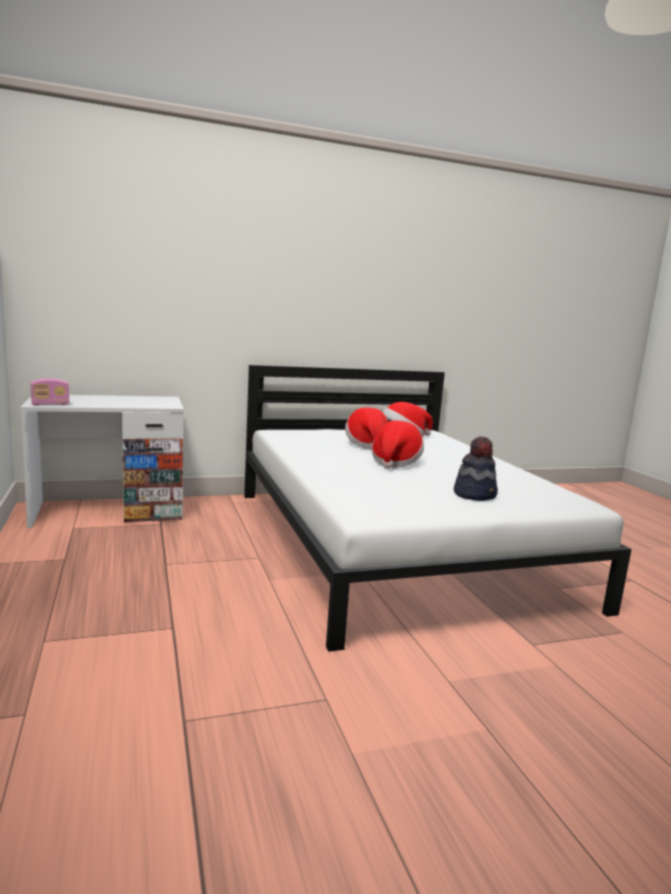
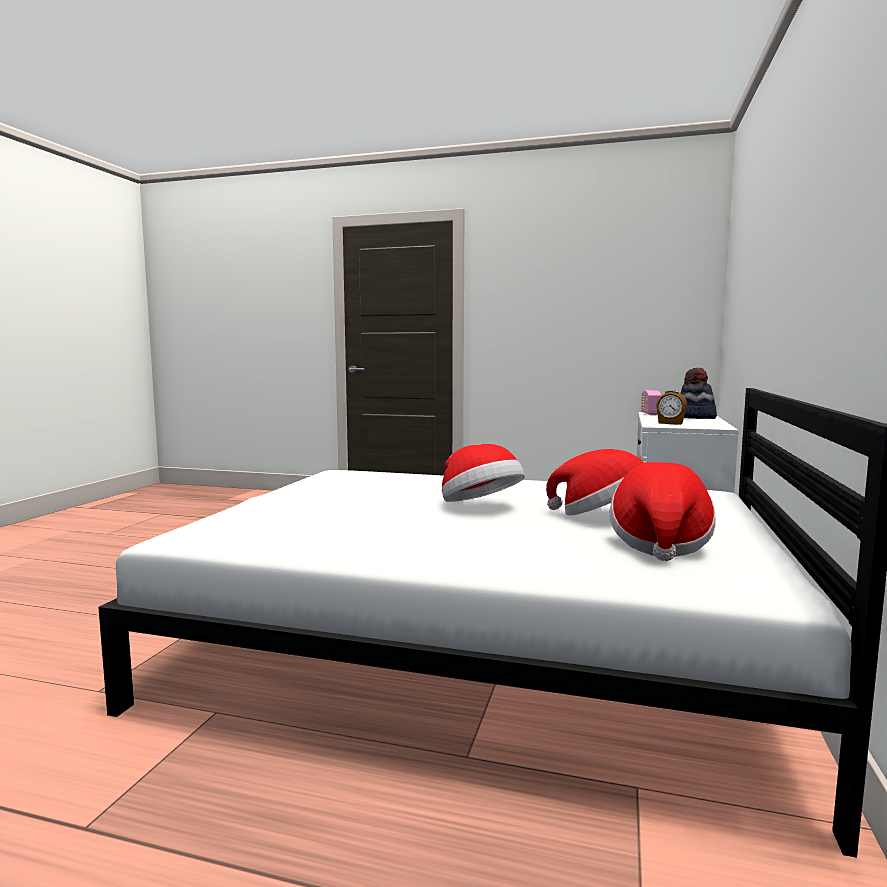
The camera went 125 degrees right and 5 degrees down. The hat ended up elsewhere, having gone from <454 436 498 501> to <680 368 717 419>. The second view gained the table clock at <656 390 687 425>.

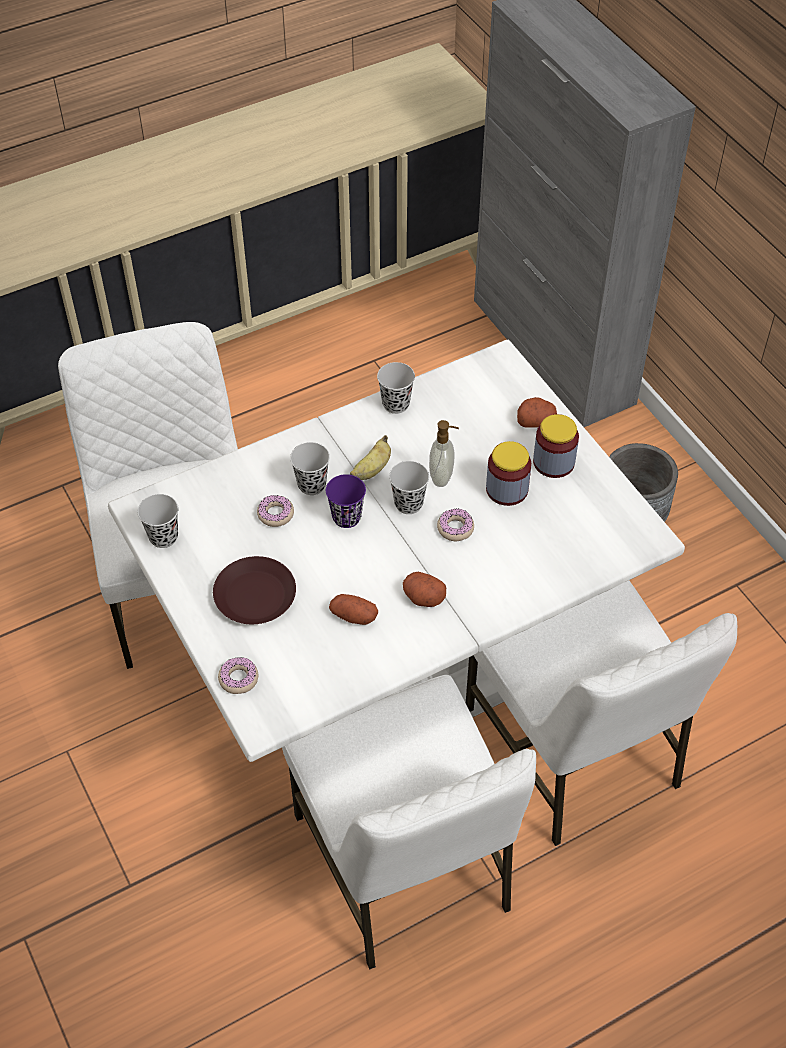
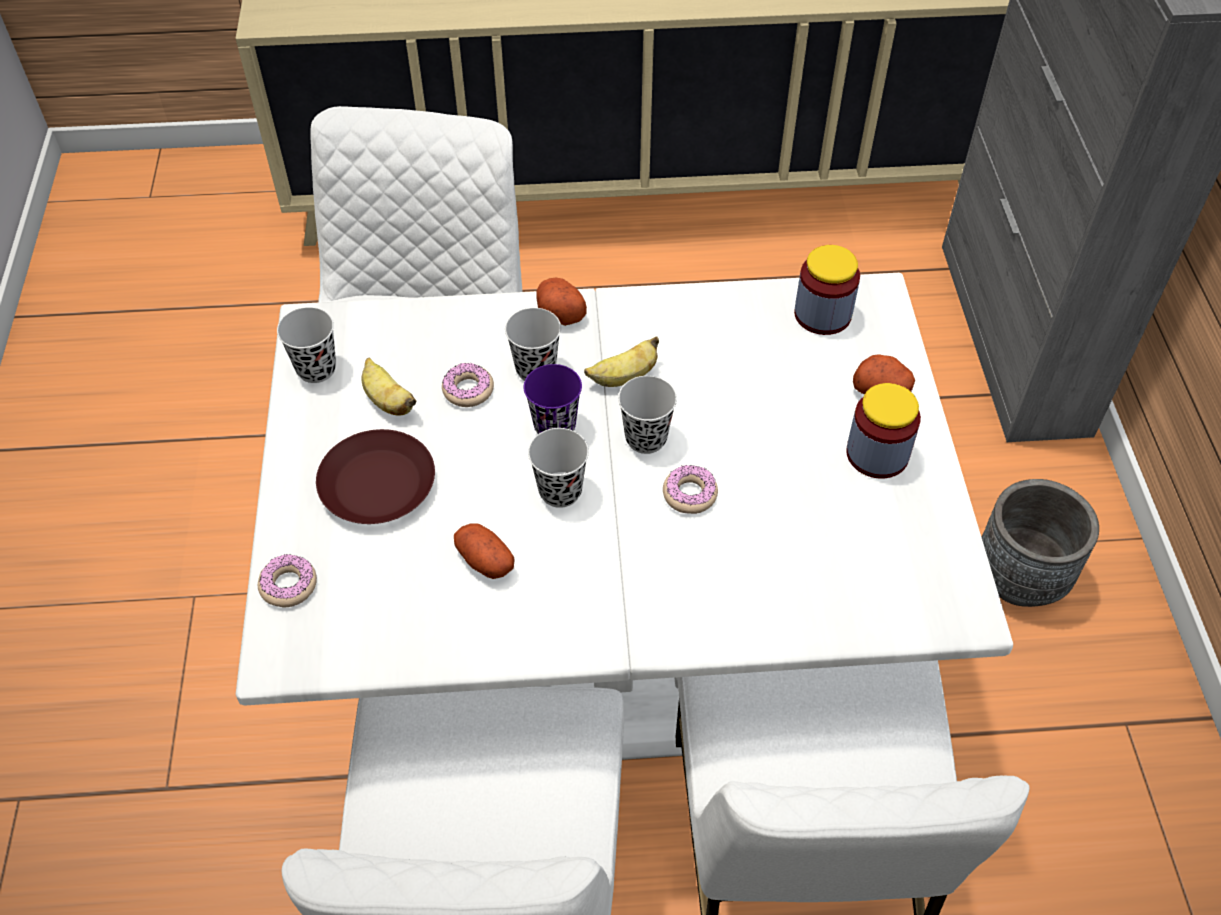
The camera went 25 degrees right and 0 degrees up. The blackish small cup ended up elsewhere, having gone from <377 362 415 414> to <528 428 589 508>. The whole potato ended up elsewhere, having gone from <403 572 446 607> to <537 278 587 326>. The second view lost the liquid soap bottle at <429 420 459 487>. The storage jar ended up elsewhere, having gone from <486 441 531 506> to <794 245 860 335>. The second view gained the whole banana at <361 358 416 416>.

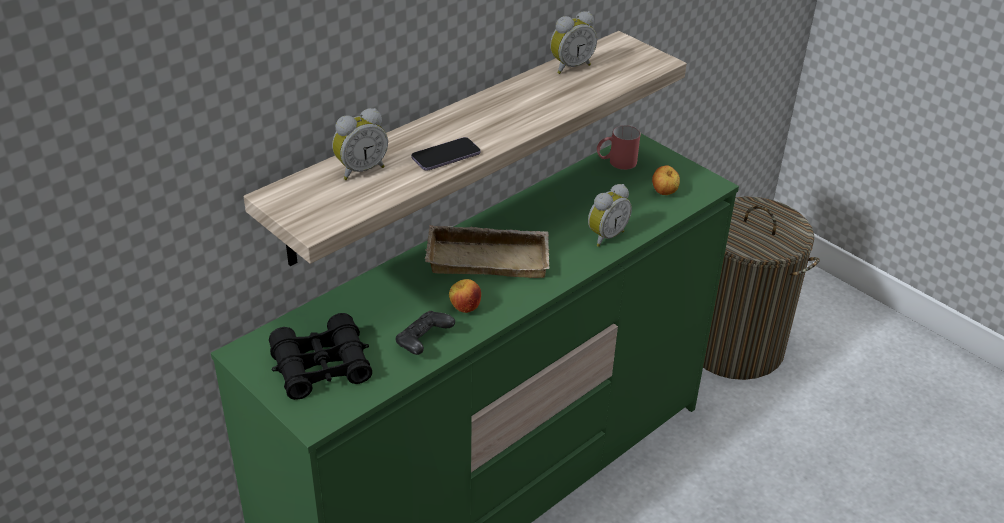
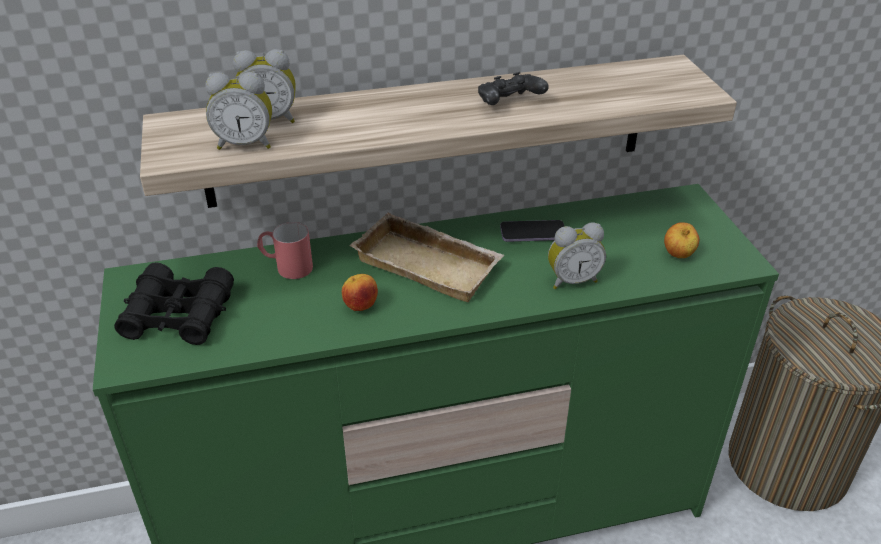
The camera went 30 degrees right and 0 degrees up. The blackish game controller ended up elsewhere, having gone from <395 311 455 355> to <478 72 549 105>. The handset ended up elsewhere, having gone from <411 137 481 171> to <500 220 565 242>. The table clock ended up elsewhere, having gone from <550 11 597 74> to <206 72 272 150>. The red tea mug ended up elsewhere, having gone from <597 125 641 170> to <257 222 313 279>.

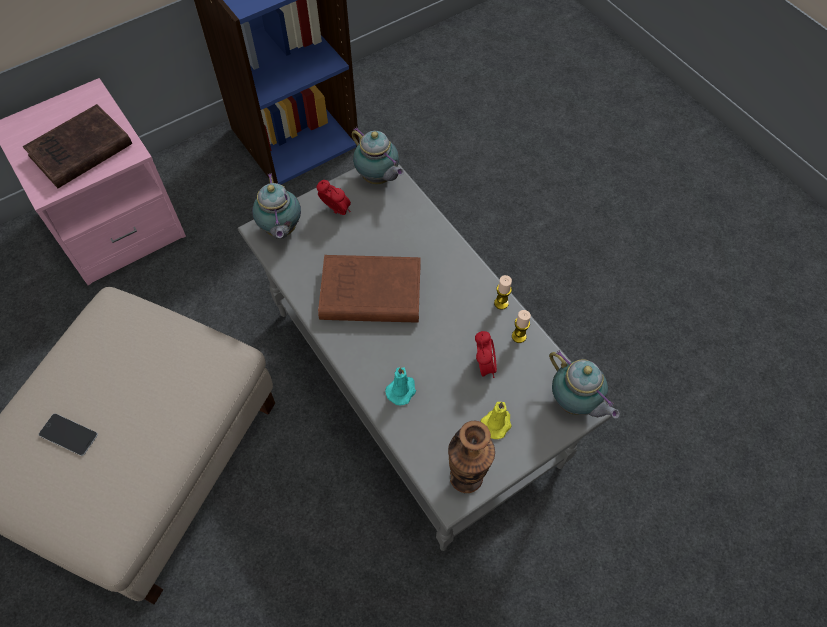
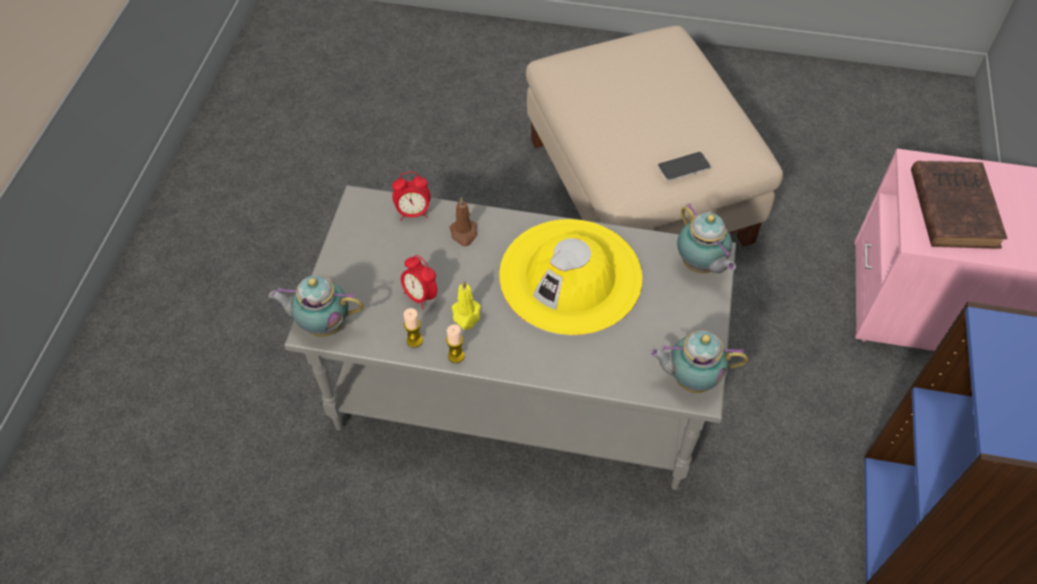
The camera went 135 degrees right and 5 degrees down. The handset ended up elsewhere, having gone from <39 414 98 456> to <658 152 711 181>. The teapot at <252 173 301 239> ended up facing another way, 150 degrees counterclockwise from before. The table clock ended up elsewhere, having gone from <317 180 351 215> to <392 172 431 221>. Where the brown-coloured volume stood at <318 255 421 323>, the yellow-coloured hat came to stand at <499 219 643 336>. What was the blue-green wax candle at <385 367 416 405> turned into the brown-coloured wax candle at <449 197 477 247>. The second view lost the decorative vase at <448 421 495 493>. The yellow-coloured wax candle ended up elsewhere, having gone from <480 402 512 439> to <452 280 481 330>.

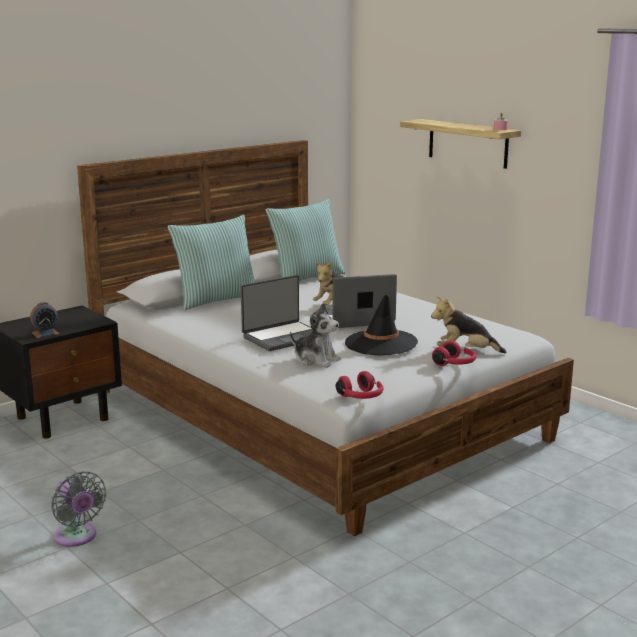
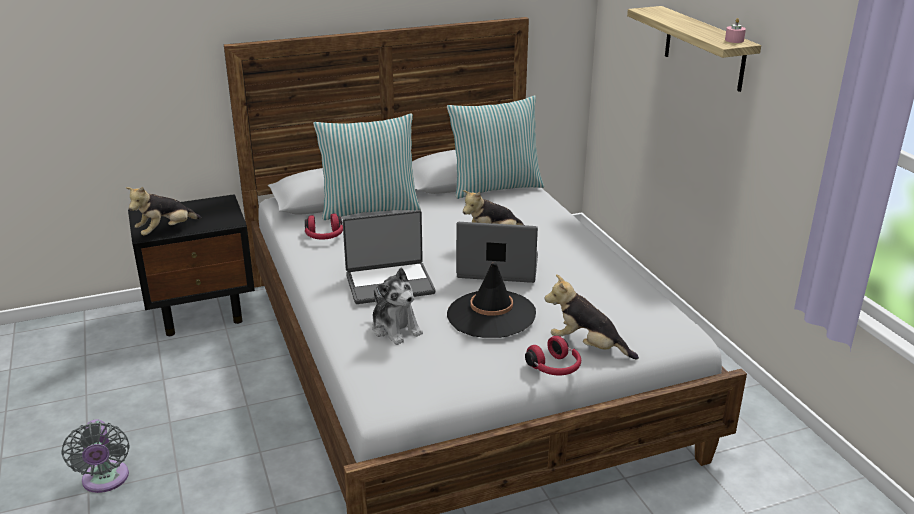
The camera went 20 degrees right and 10 degrees up. Where the table clock stood at <30 302 59 338>, the plush toy came to stand at <125 187 201 236>. The red headphones ended up elsewhere, having gone from <336 371 383 399> to <305 213 343 240>.

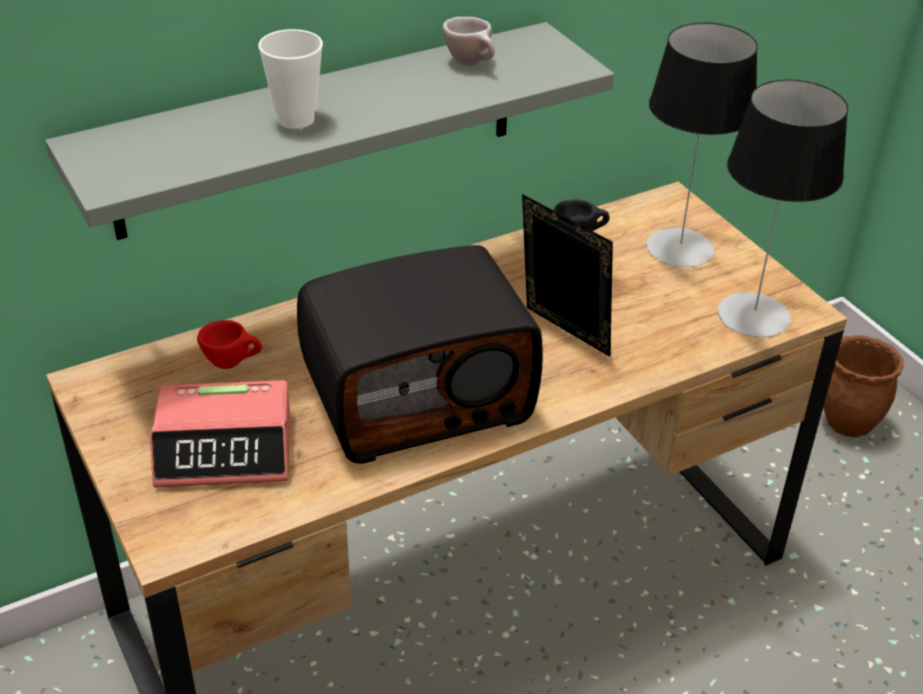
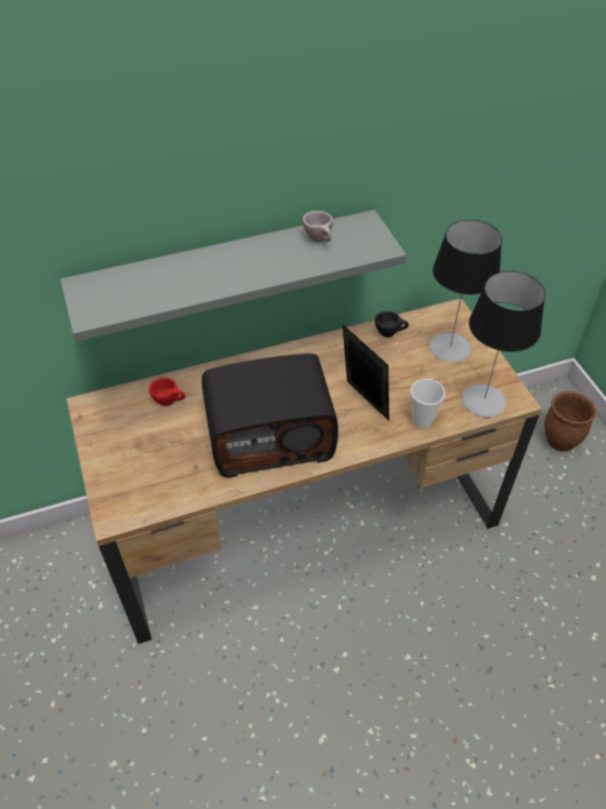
The camera went 10 degrees right and 10 degrees up. The second view lost the table clock at <149 380 290 488>. The small cup ended up elsewhere, having gone from <258 29 323 129> to <411 379 445 428>.

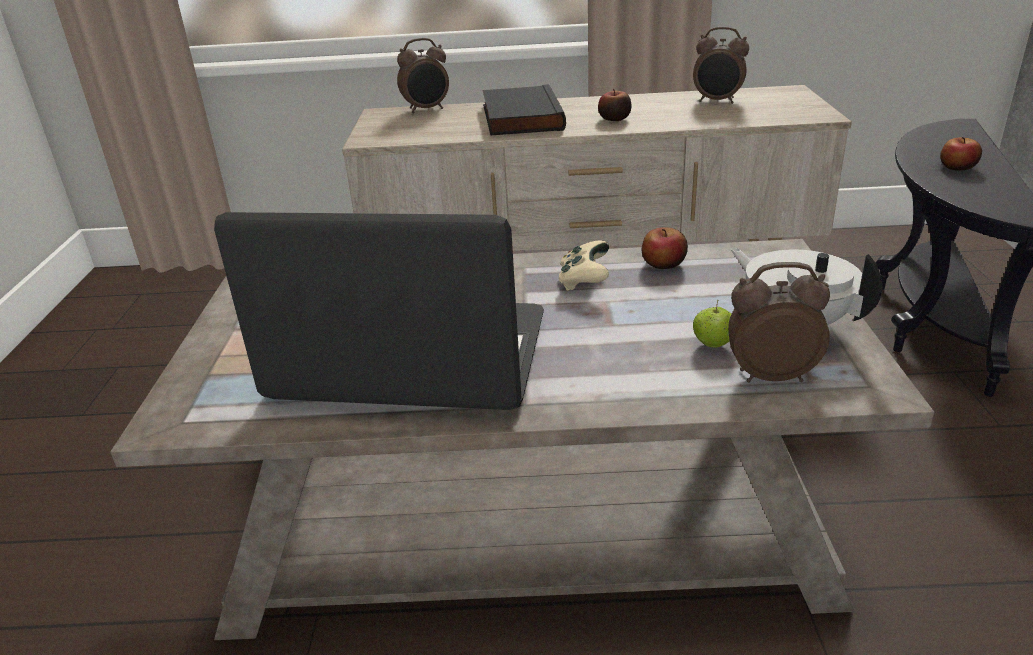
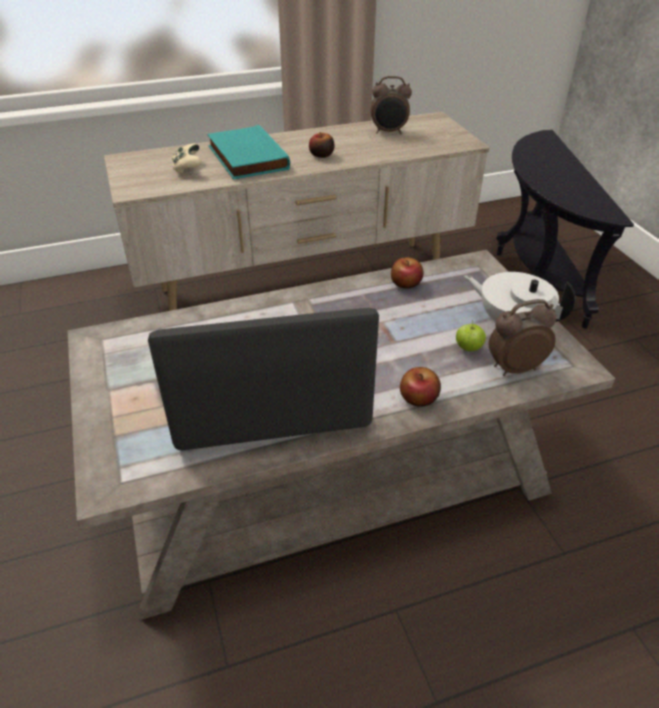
The camera went 20 degrees left and 10 degrees up. The second view lost the table clock at <397 38 449 113>. What was the blackish volume at <483 84 566 136> turned into the blue-green volume at <207 125 290 180>. The sand-coloured game controller ended up elsewhere, having gone from <559 240 609 291> to <172 143 202 174>. The apple ended up elsewhere, having gone from <940 137 982 170> to <400 367 441 407>.

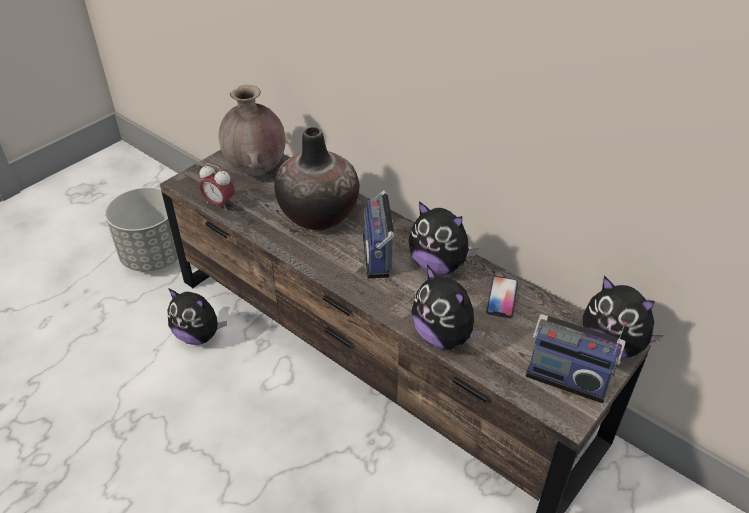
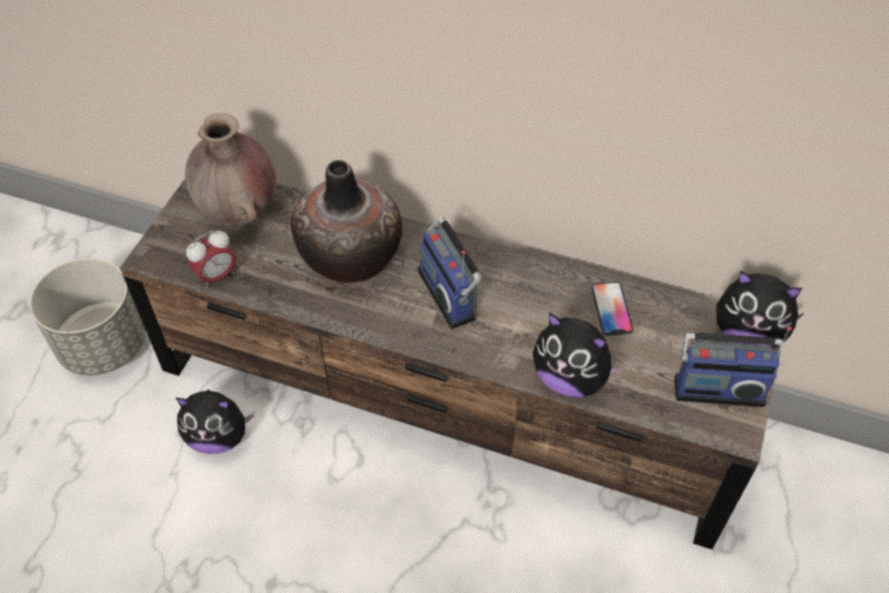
The camera went 20 degrees left and 10 degrees up. The table clock at <199 163 235 211> ended up facing another way, 45 degrees counterclockwise from before. The second view lost the plush toy at <408 201 479 274>.

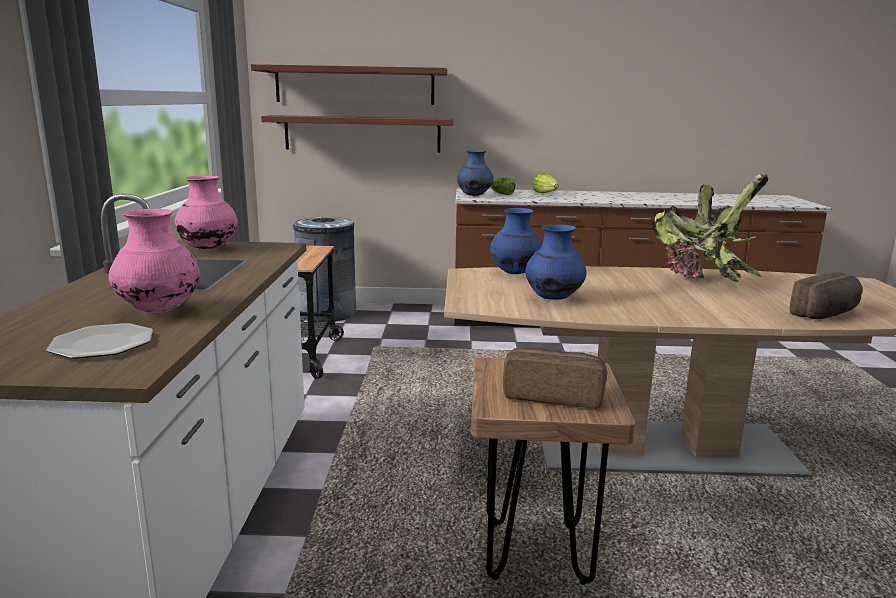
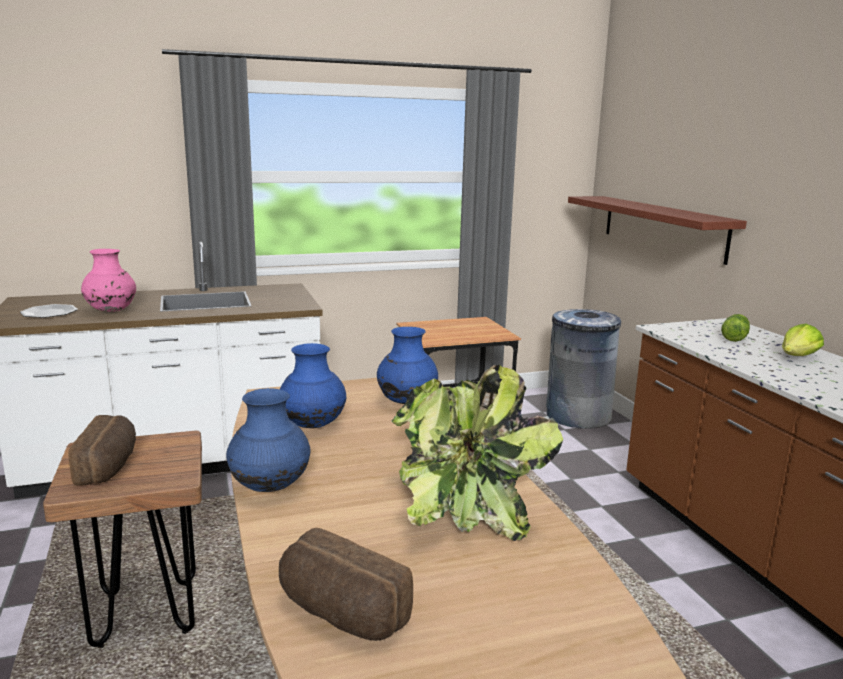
The camera went 70 degrees right and 0 degrees up. The second view lost the pink-coloured decorative vase at <175 176 238 249>. The second view lost the bracket shelf at <251 64 447 105>. The blue-coloured decorative vase ended up elsewhere, having gone from <457 150 494 196> to <226 388 310 492>.

